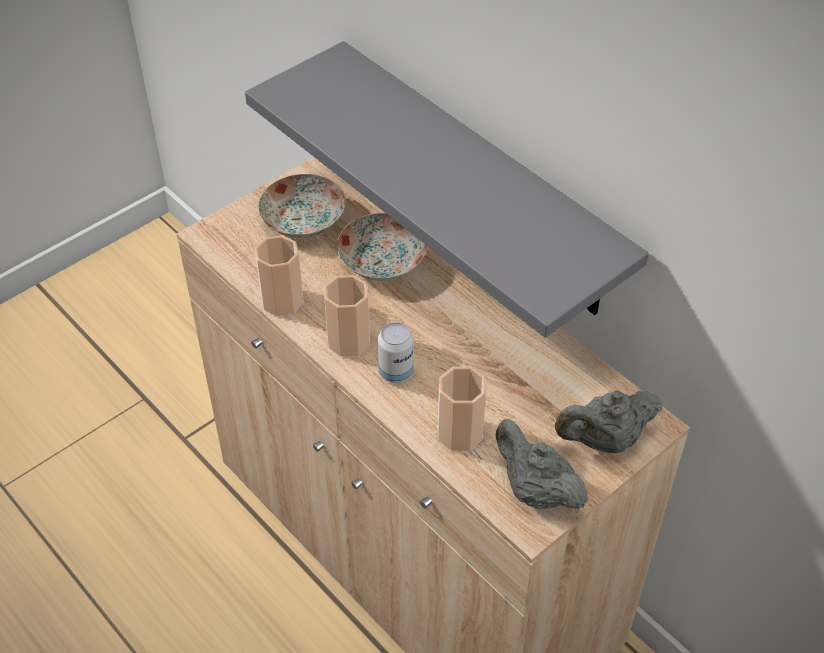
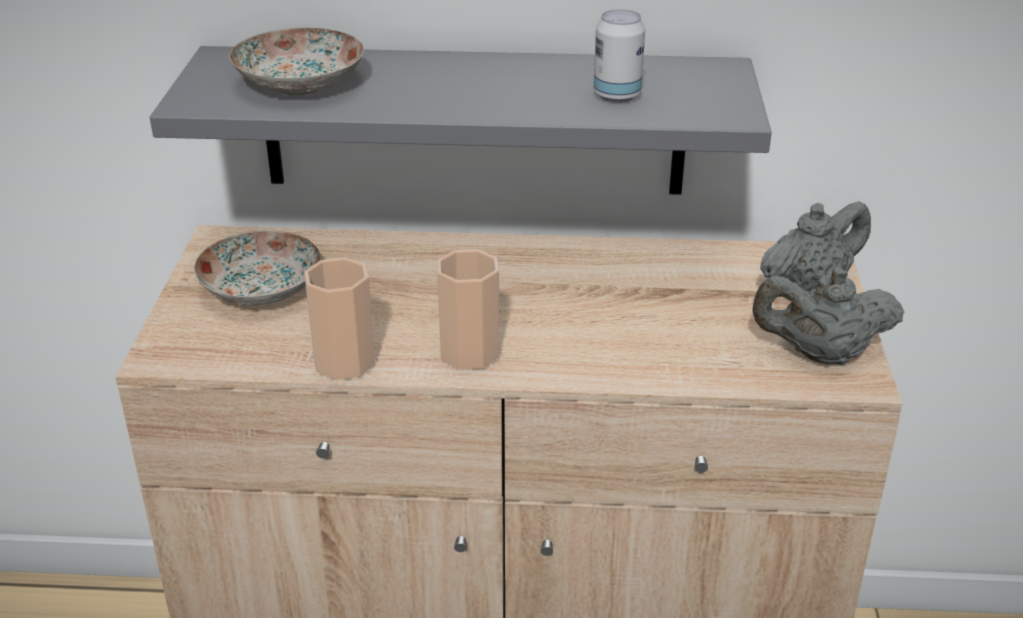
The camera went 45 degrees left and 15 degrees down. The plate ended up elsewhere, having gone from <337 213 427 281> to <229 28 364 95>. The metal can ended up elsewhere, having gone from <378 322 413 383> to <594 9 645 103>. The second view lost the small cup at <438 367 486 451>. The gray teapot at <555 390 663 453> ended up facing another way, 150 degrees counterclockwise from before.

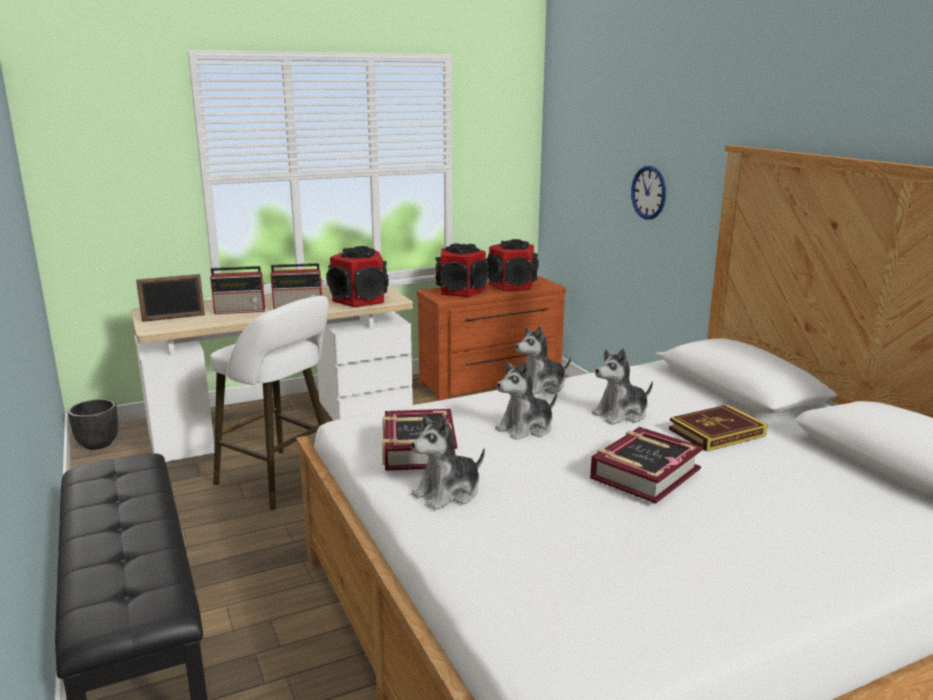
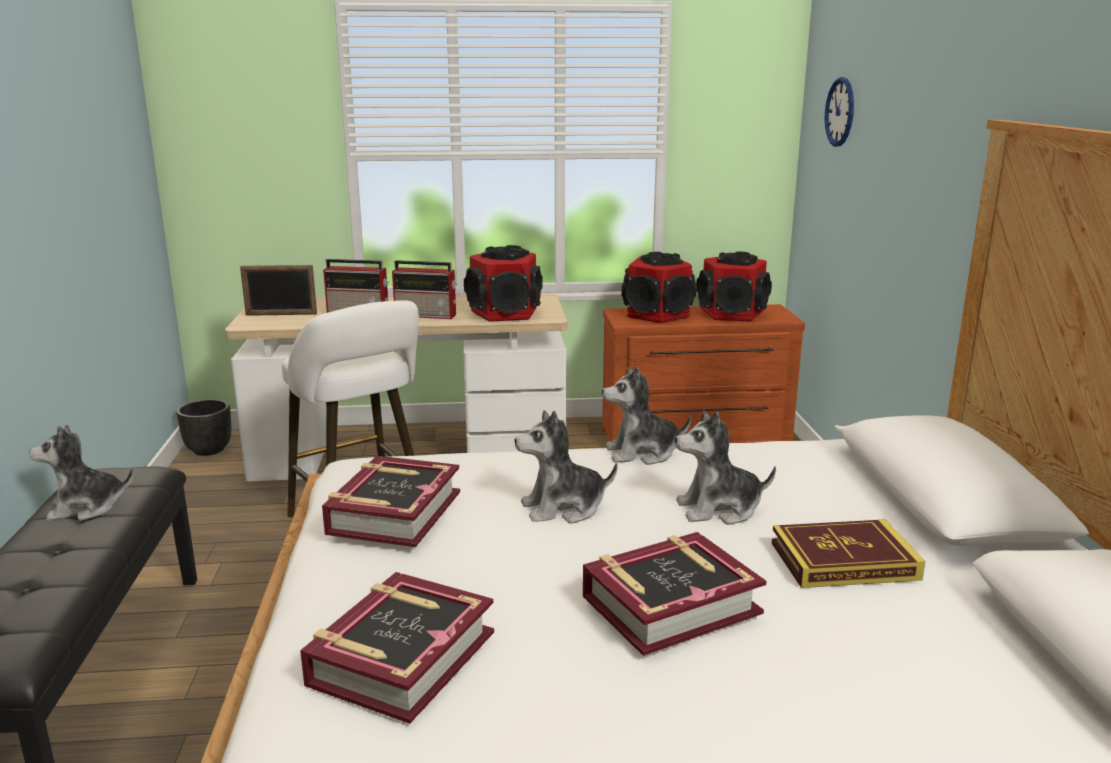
The camera went 20 degrees right and 0 degrees up. The plush toy ended up elsewhere, having gone from <411 415 485 510> to <29 425 134 521>. The wall clock ended up elsewhere, having gone from <631 166 666 219> to <824 77 854 147>. The second view gained the volume at <300 572 494 724>.

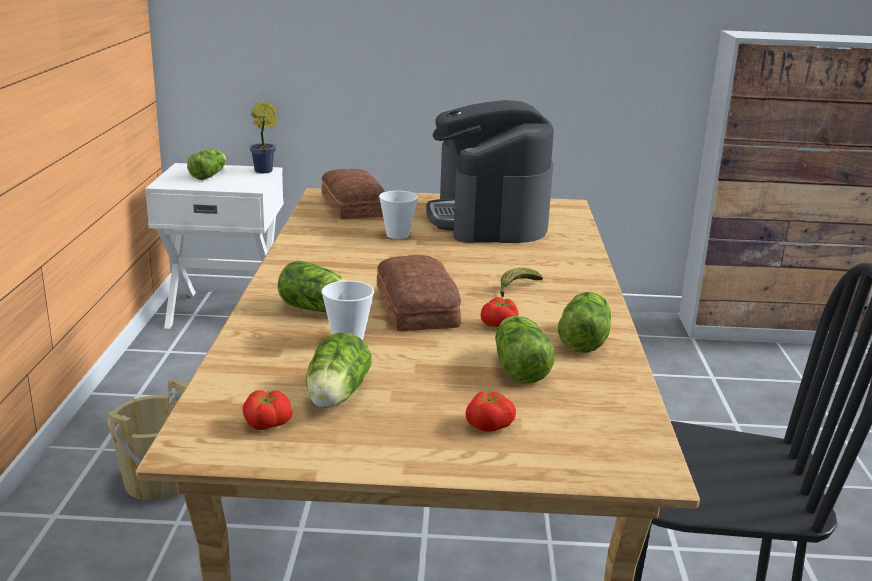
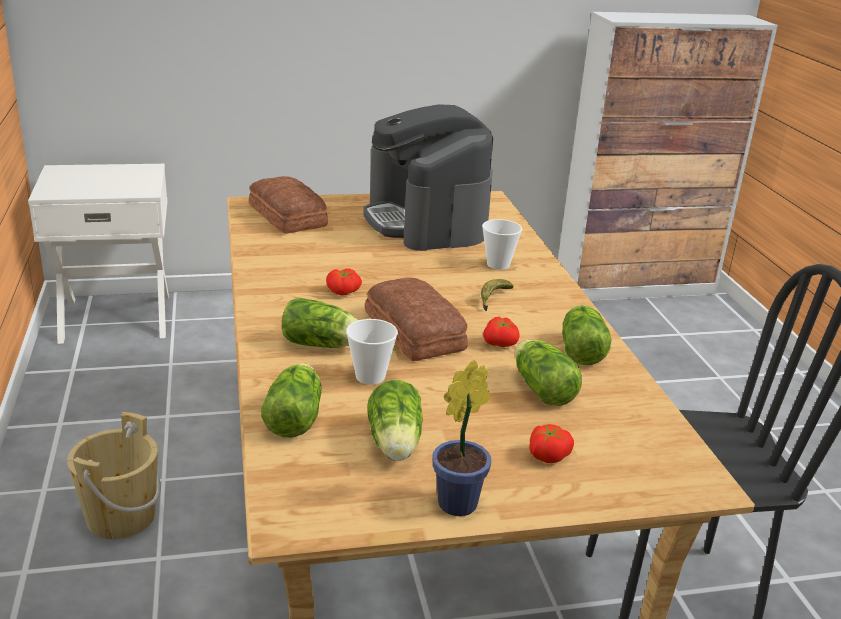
The camera went 15 degrees left and 5 degrees up. The lettuce head ended up elsewhere, having gone from <187 149 226 180> to <261 363 322 438>. The fresh tomato ended up elsewhere, having gone from <242 390 293 430> to <326 268 362 296>. The potted plant ended up elsewhere, having gone from <250 101 278 173> to <432 360 491 516>. The small cup ended up elsewhere, having gone from <379 191 418 239> to <482 219 522 270>.

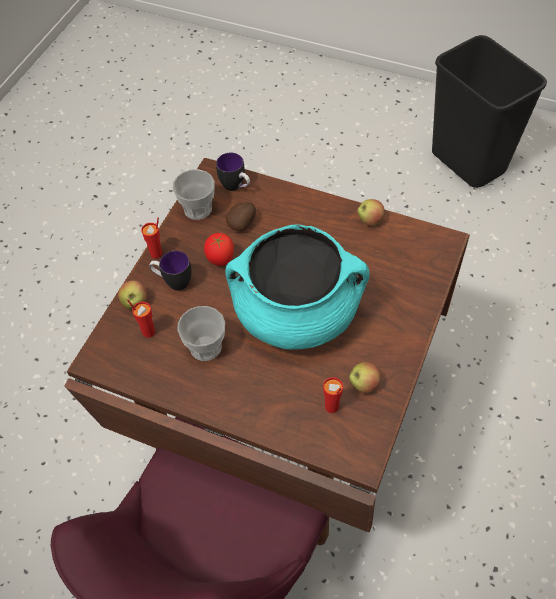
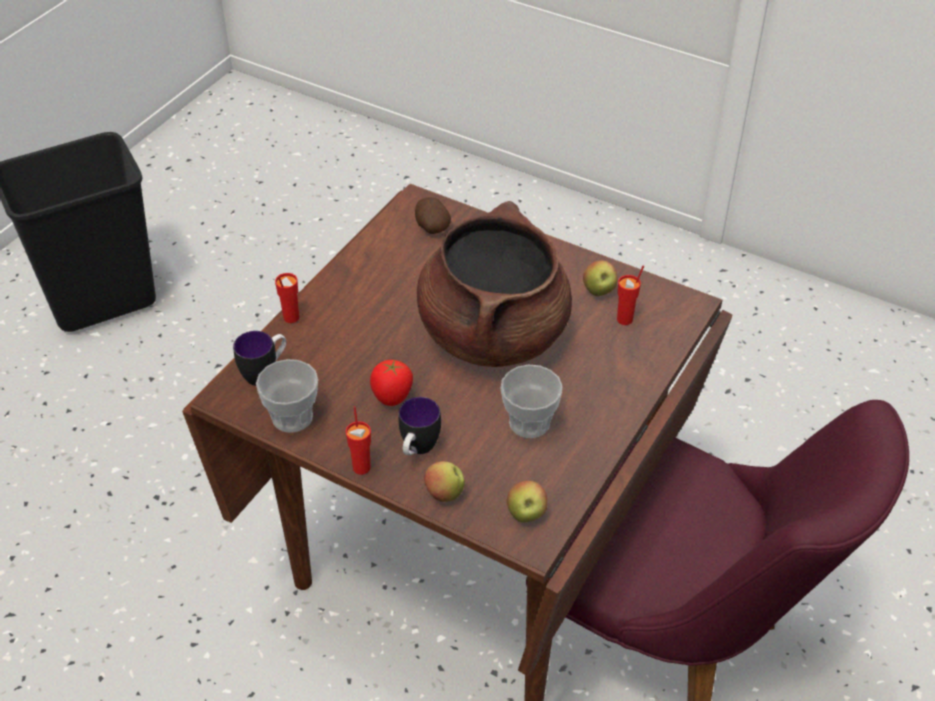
The camera went 85 degrees left and 10 degrees down. The red small cup ended up elsewhere, having gone from <127 300 155 338> to <275 273 299 323>. What was the blue-green cooking pot at <225 225 370 349> turned into the brown-coloured cooking pot at <417 201 572 367>. The whole potato ended up elsewhere, having gone from <226 202 256 231> to <415 197 451 234>. The apple ended up elsewhere, having gone from <357 199 385 226> to <507 481 547 522>.

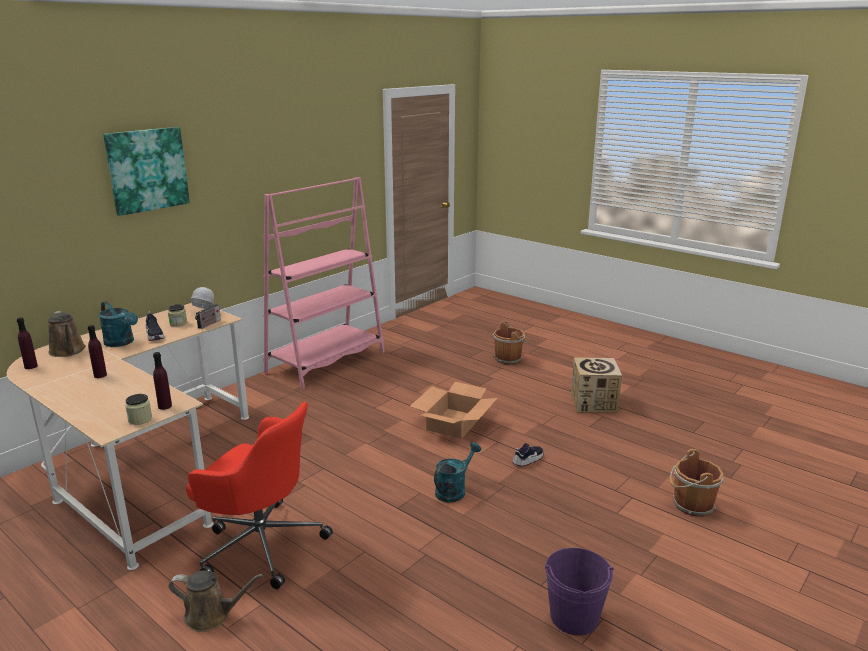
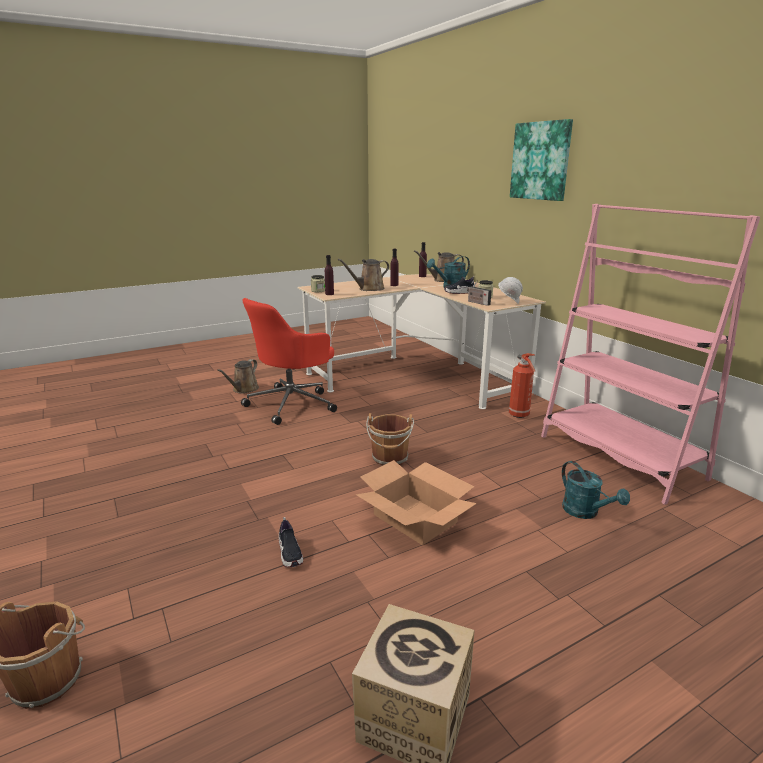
The camera went 110 degrees right and 0 degrees up. The blue-green watering can ended up elsewhere, having gone from <434 442 481 503> to <562 461 630 519>. The brown-coloured water bucket ended up elsewhere, having gone from <493 321 527 365> to <366 413 414 466>. The second view lost the purplish water bucket at <545 548 614 636>. The second view gained the brown-coloured watering can at <338 259 389 291>. The second view gained the fire-fighting cylinder at <509 353 535 418>.

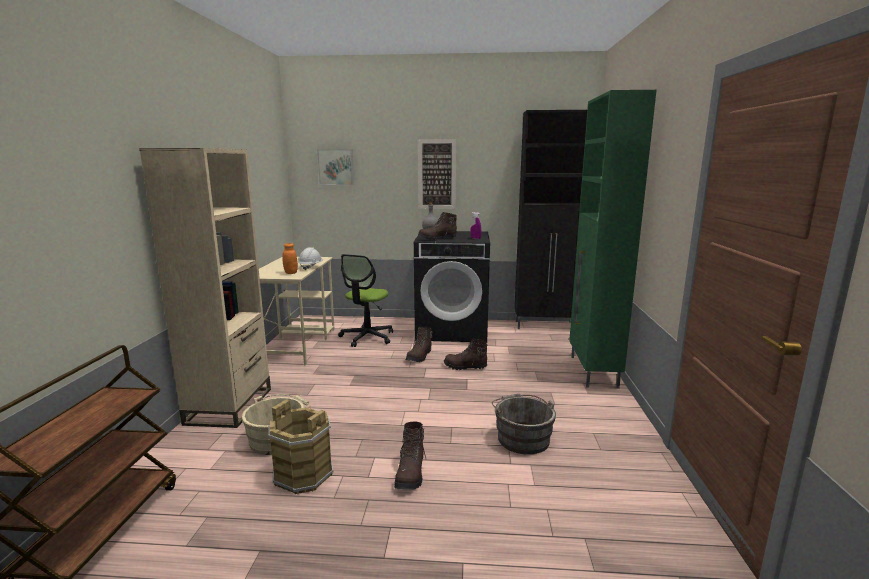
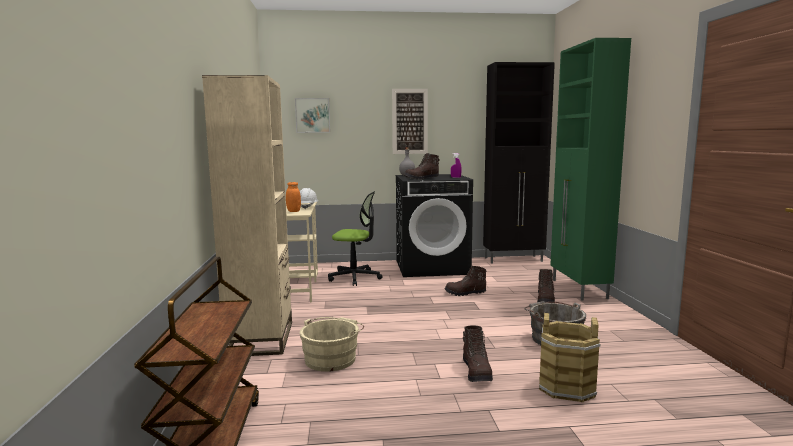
The camera went 10 degrees left and 5 degrees down. The brown-coloured water bucket ended up elsewhere, having gone from <268 399 333 495> to <539 313 600 402>. The computer chair at <338 254 393 347> ended up facing another way, 90 degrees counterclockwise from before. The brown-coloured high-top boot ended up elsewhere, having gone from <406 327 433 362> to <537 269 555 302>.

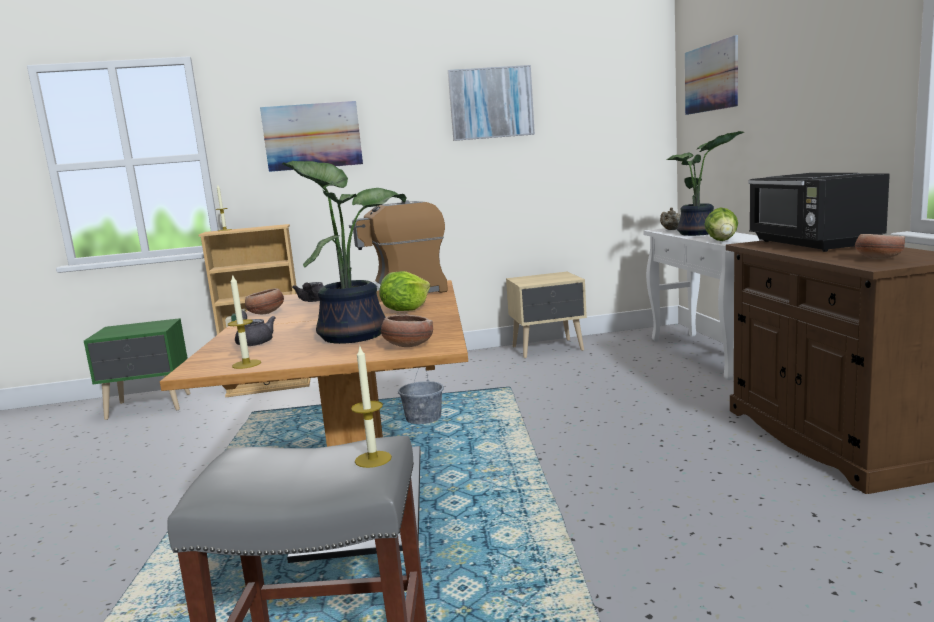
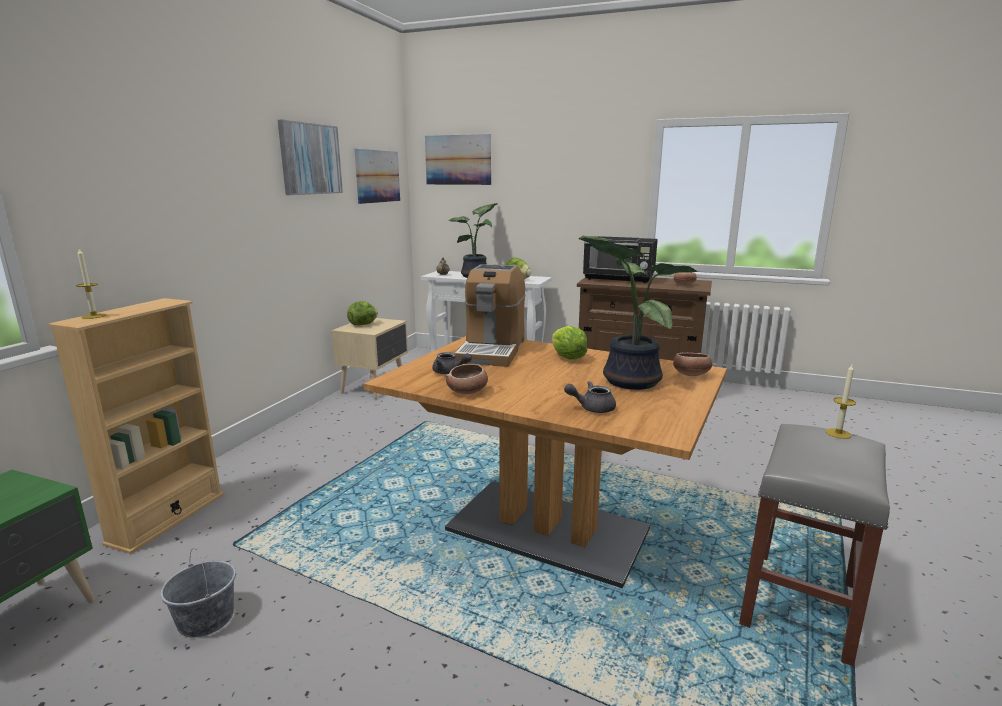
The camera went 60 degrees left and 5 degrees up. The second view lost the wax candle at <228 274 261 369>. The wall picture ended up elsewhere, having gone from <260 101 363 172> to <354 149 400 204>. The gray water bucket ended up elsewhere, having gone from <398 367 444 424> to <160 548 236 638>. The second view gained the lettuce head at <347 301 378 325>.

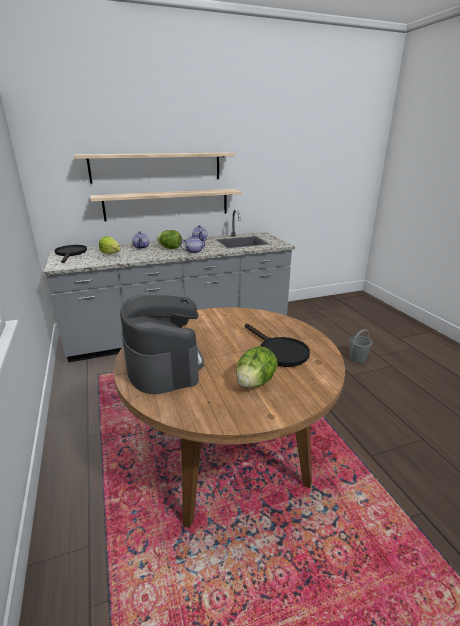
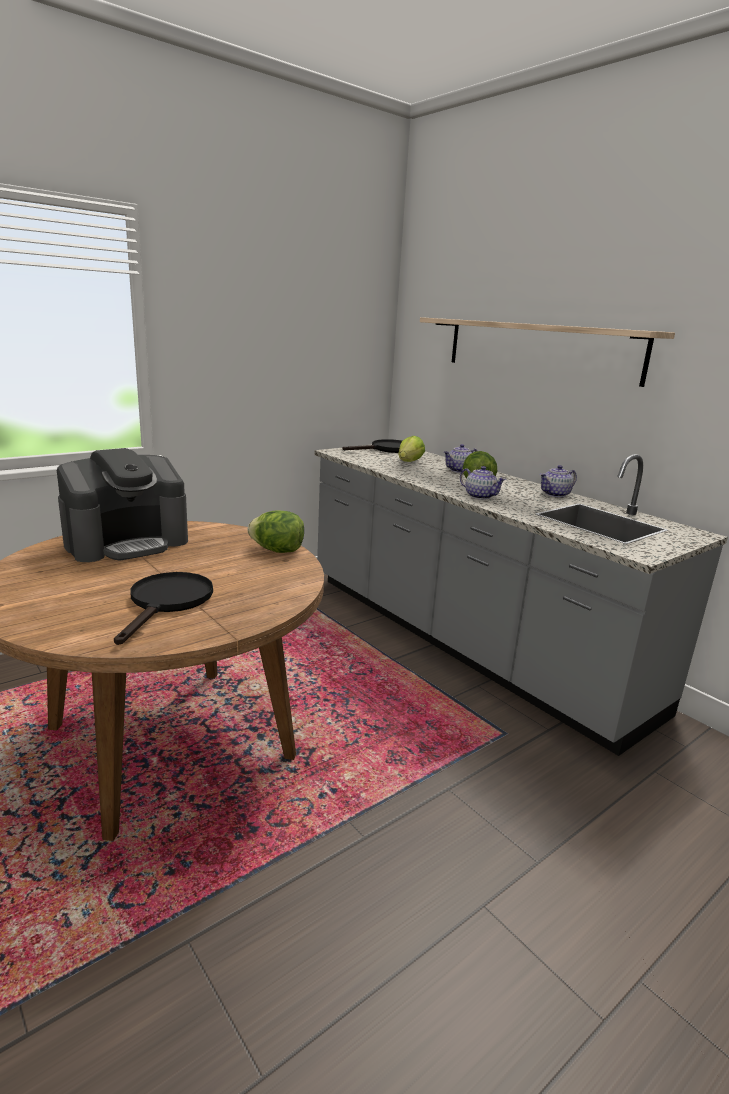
The camera went 70 degrees right and 5 degrees down. The second view lost the bracket shelf at <90 189 242 221>. The lettuce head ended up elsewhere, having gone from <236 346 278 388> to <248 511 304 553>. The blackish frying pan at <245 323 310 367> ended up facing another way, 150 degrees clockwise from before. The second view lost the gray water bucket at <349 329 372 363>.

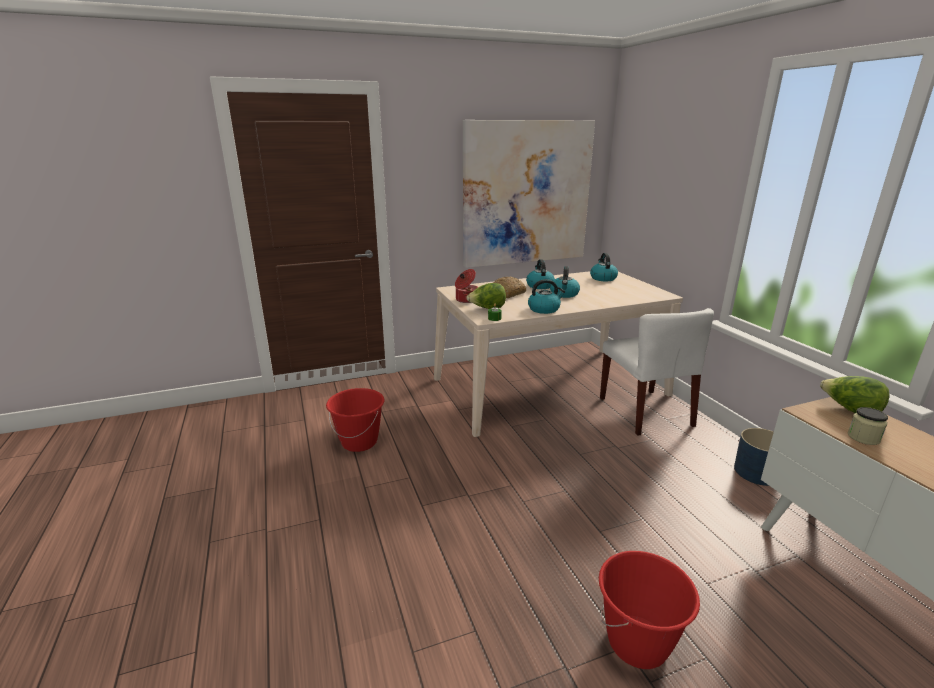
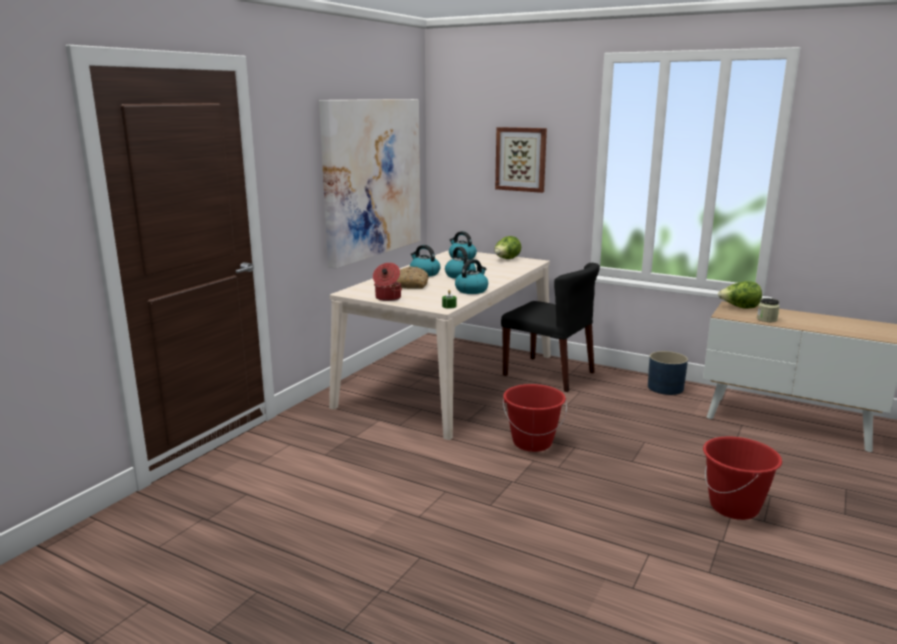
The camera went 40 degrees left and 5 degrees down. The red water bucket ended up elsewhere, having gone from <326 388 385 452> to <503 384 567 452>. The lettuce head ended up elsewhere, having gone from <466 283 506 309> to <494 236 521 259>. What was the white upright chair at <600 308 714 436> turned into the blackish upright chair at <501 262 600 392>. The second view gained the wall picture at <495 127 547 193>.

